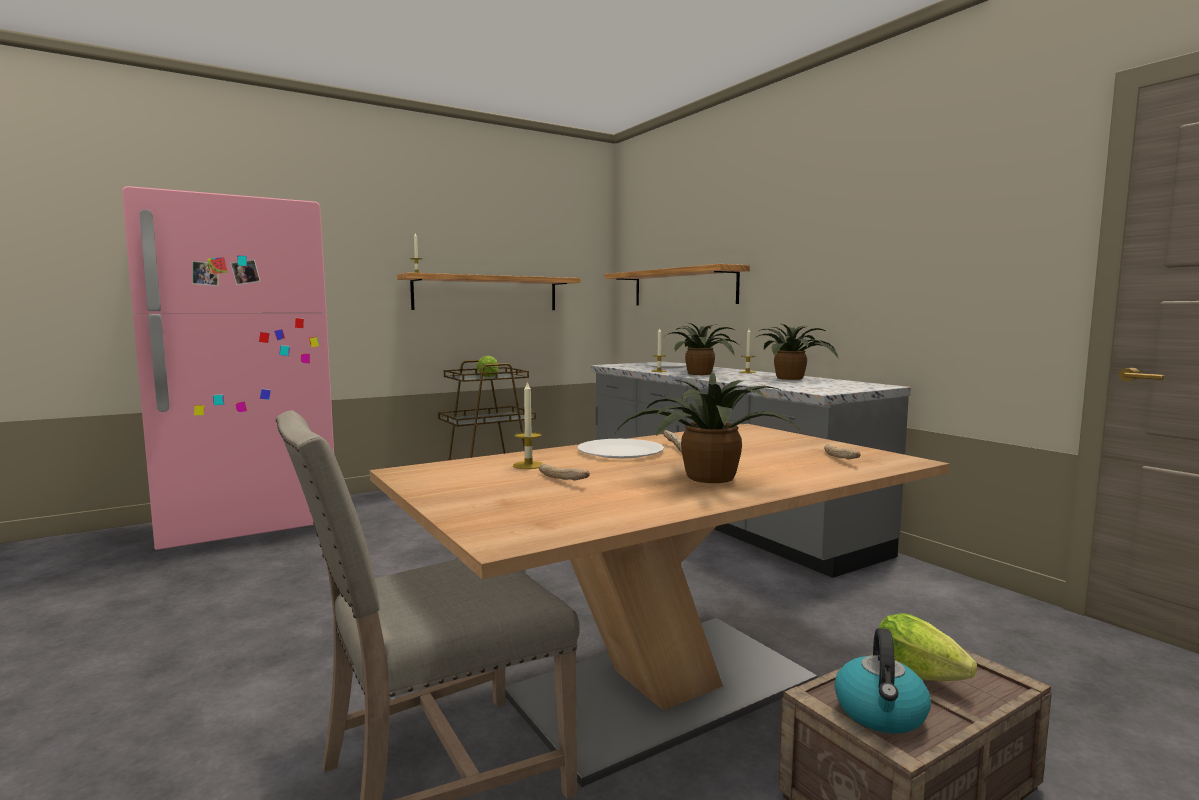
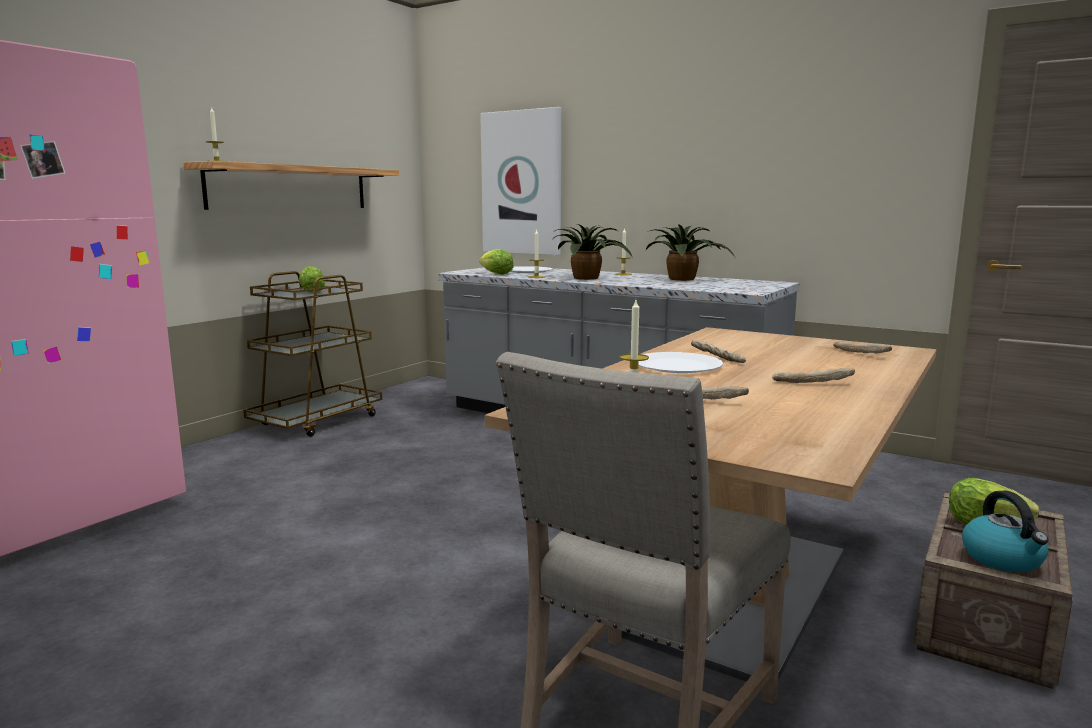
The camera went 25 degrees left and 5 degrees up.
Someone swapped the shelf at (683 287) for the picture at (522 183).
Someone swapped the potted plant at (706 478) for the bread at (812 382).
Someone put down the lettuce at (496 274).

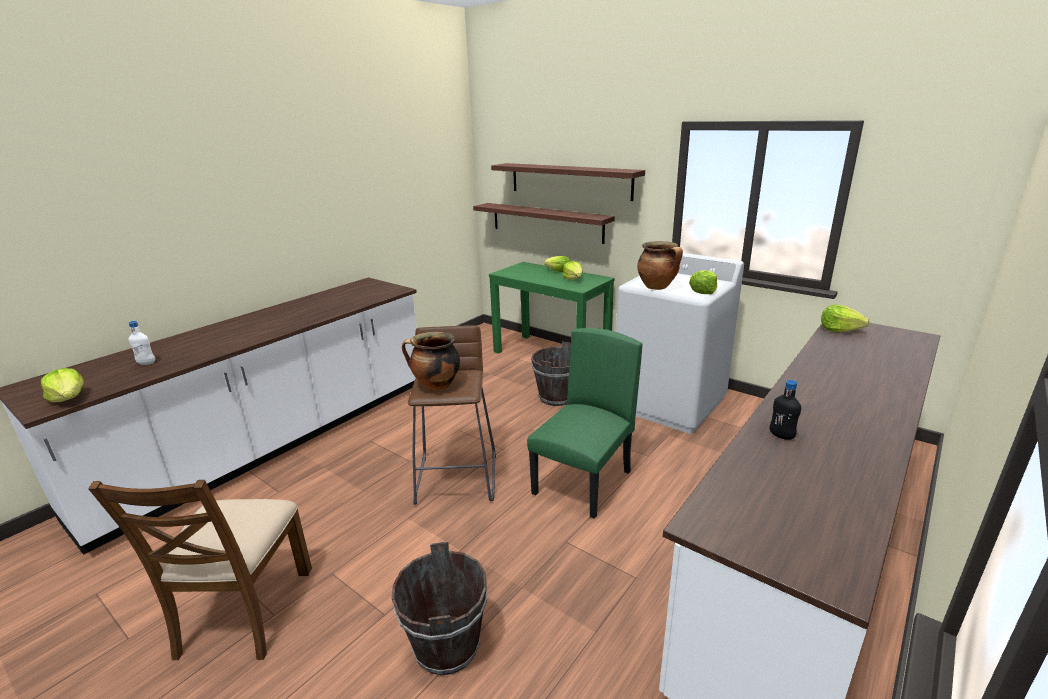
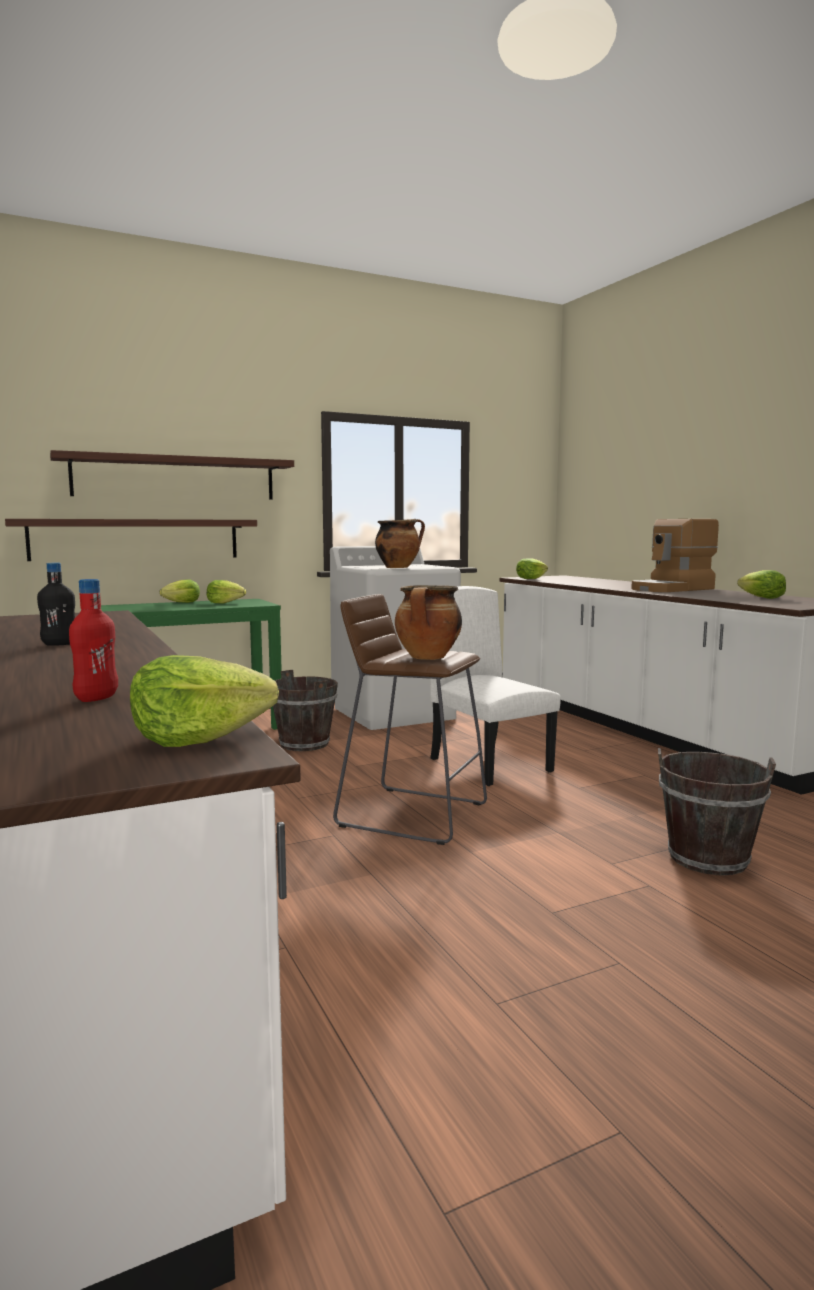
The camera went 65 degrees left and 15 degrees down.
Someone carried the lettuce from (703 291) to (761 598).
Someone repainted the white bottle at (146 363), which became the red bottle at (96 698).
Someone repainted the green chair at (583 483), which became the white chair at (490 765).
Someone carried the black bottle from (781 436) to (59 644).
Someone took away the brown chair at (244 611).
Someone put down the coffee machine at (672 589).

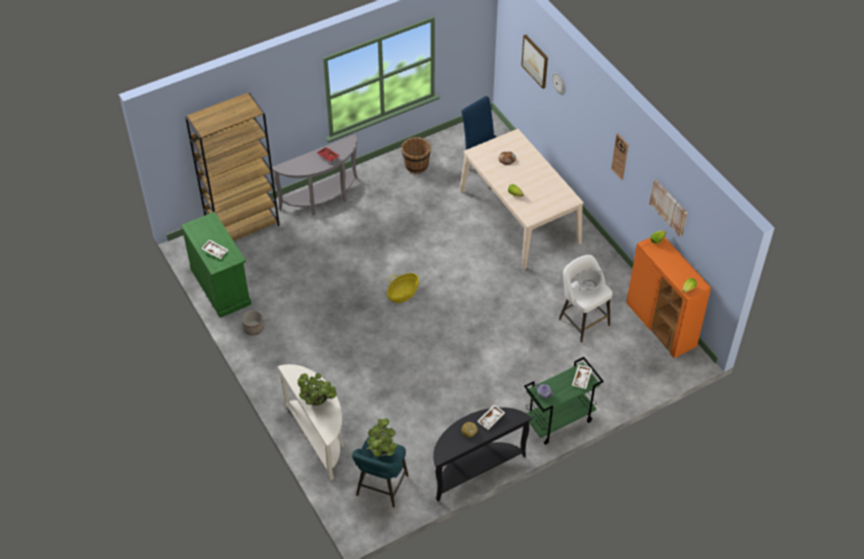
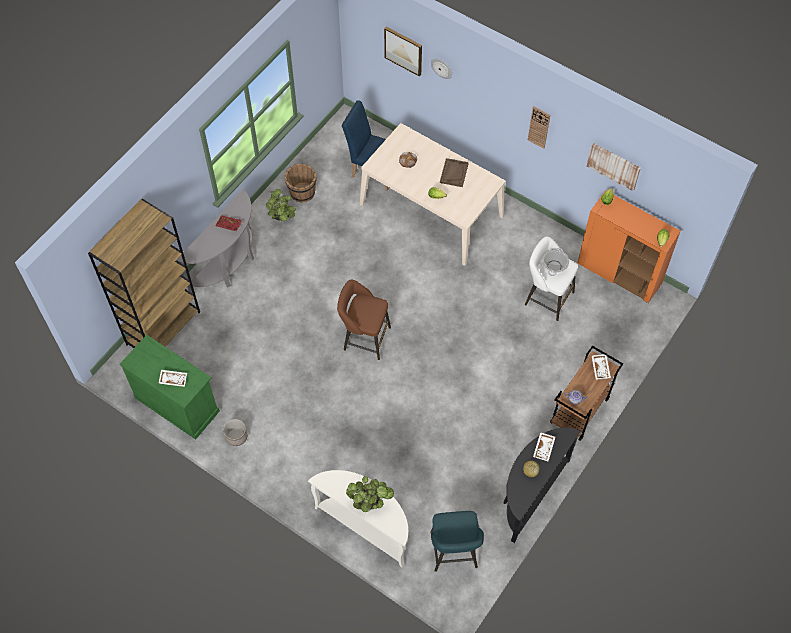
The camera went 25 degrees left and 10 degrees up.
Someone swapped the basket at (403 294) for the brown stool at (364 338).
Someone repainted the green cart at (558 421), which became the brown cart at (579 411).
Someone carried the potted plant from (381 451) to (282 218).
Someone put down the brown tray at (454 173).

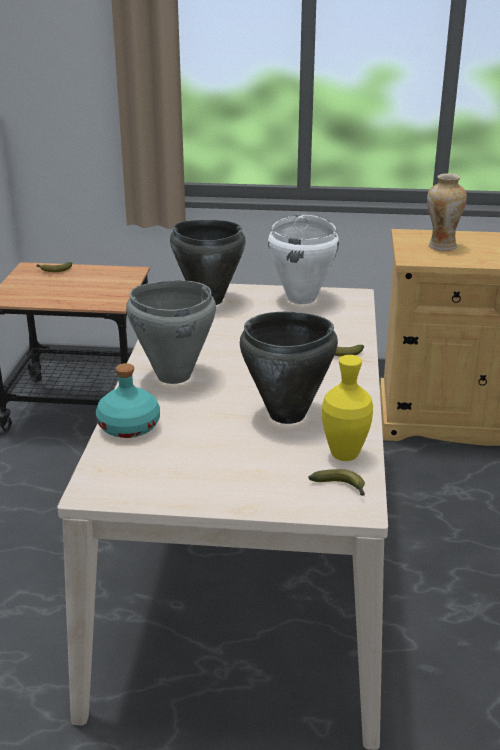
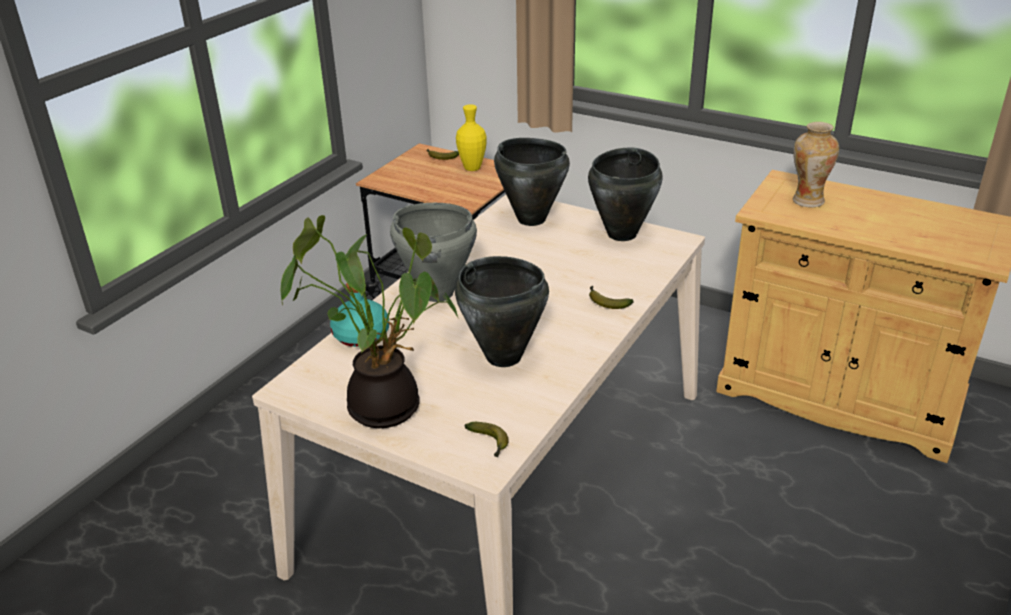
The camera went 25 degrees right and 5 degrees up.
Someone repainted the white cooking pot at (302 298), which became the black cooking pot at (622 234).
Someone carried the yellow vase from (344 454) to (472 168).
Someone put down the potted plant at (385 404).

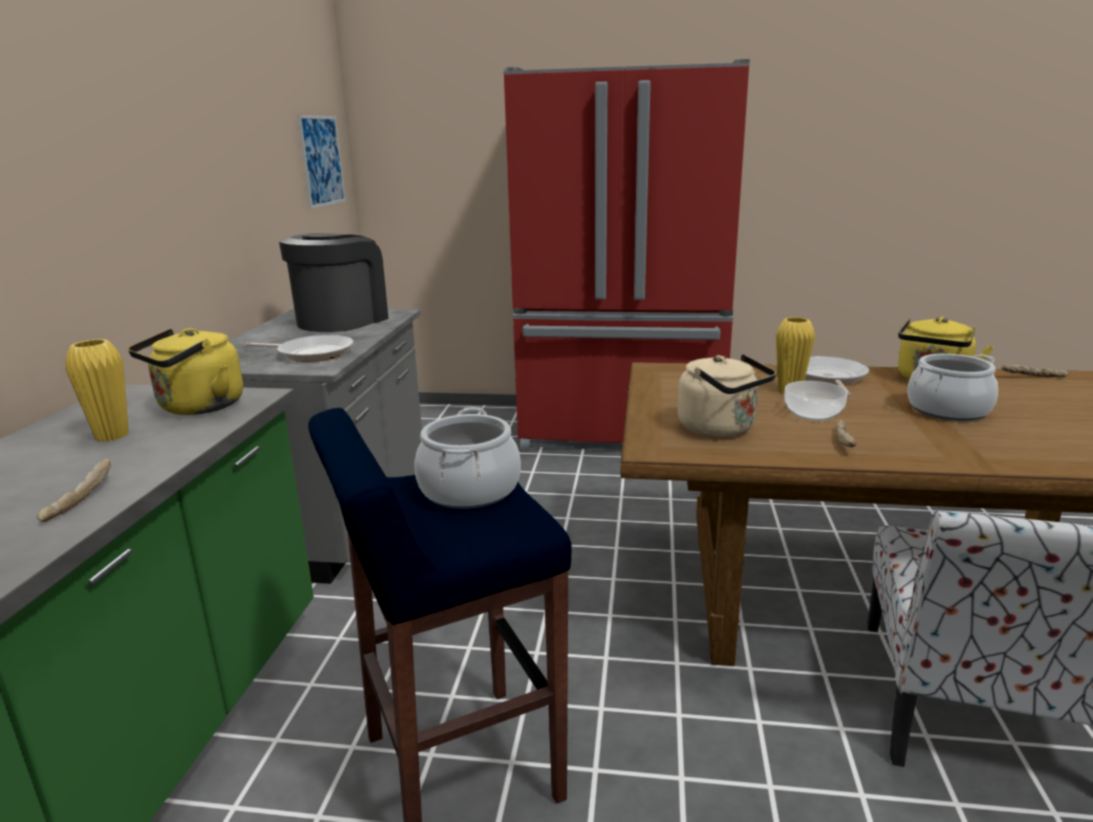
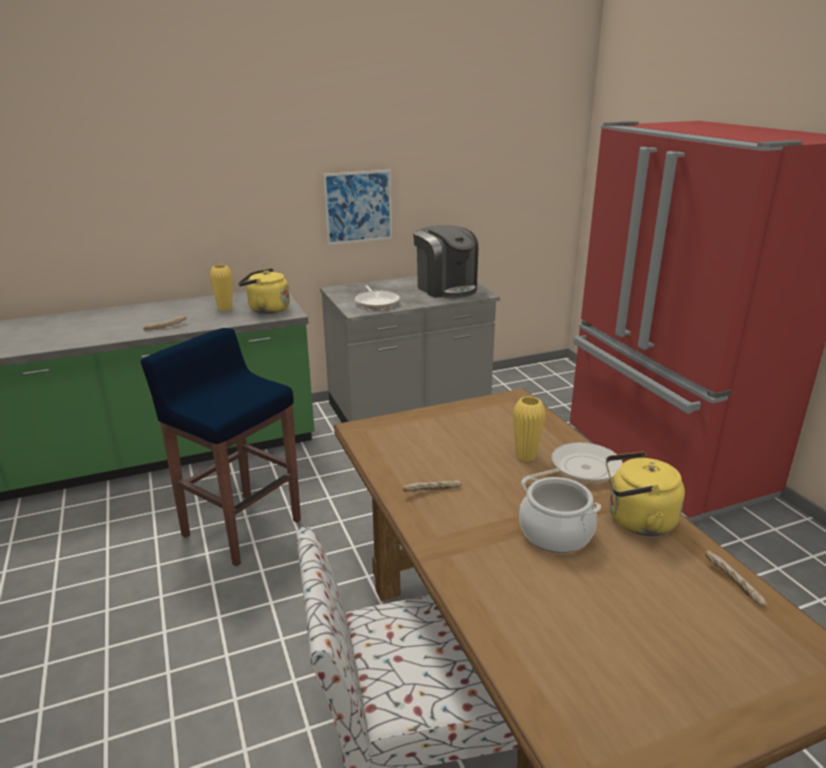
The camera went 60 degrees right and 5 degrees up.
Someone carried the picture from (322 161) to (358 207).
Someone rotated the coffee machine at (342 320) by 60 degrees clockwise.
Someone took away the beige kettle at (721 429).
Someone took away the bowl at (813 413).
Someone took away the cooking pot at (469 490).

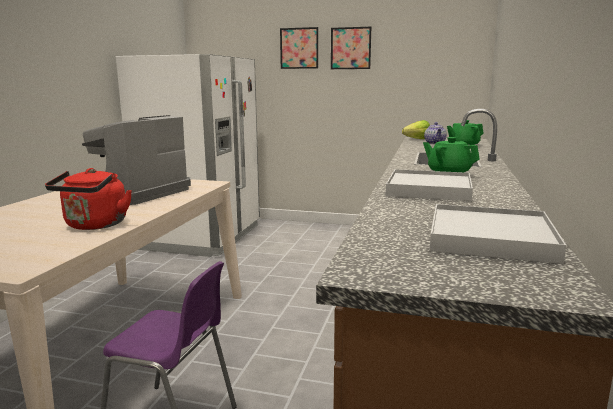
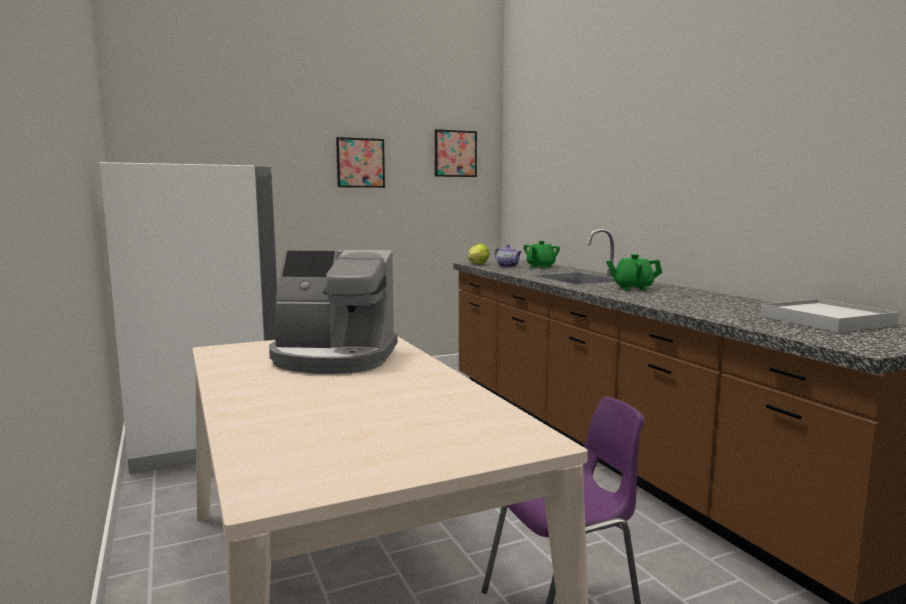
The camera went 40 degrees left and 5 degrees down.
Someone carried the picture from (299 48) to (455 153).
Someone rotated the coffee machine at (137 193) by 75 degrees counterclockwise.
Someone took away the red kettle at (94 226).
Someone took away the white tray at (429 189).

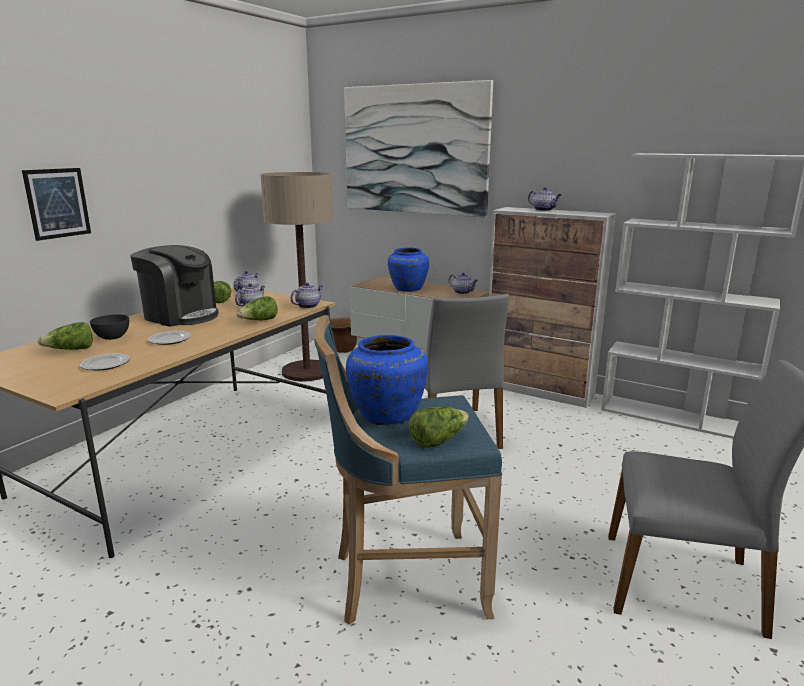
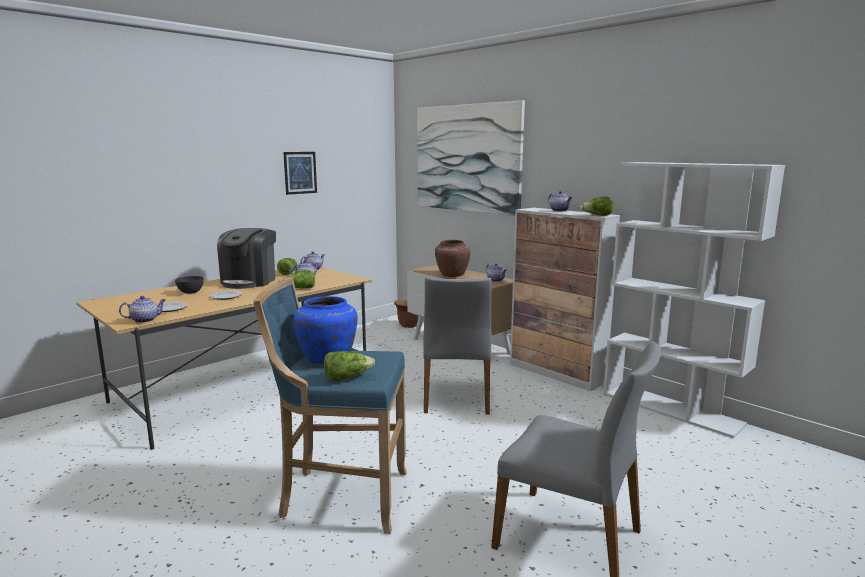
The camera went 15 degrees right and 5 degrees down.
Someone carried the picture from (57 203) to (300 172).
Someone took away the floor lamp at (307 371).
Someone rotated the coffee machine at (180 316) by 60 degrees clockwise.
Someone repainted the blue vase at (407 289), which became the brown vase at (451 275).
Someone carried the teapot from (308 306) to (145 320).
Someone carried the lettuce from (71 350) to (597 215).

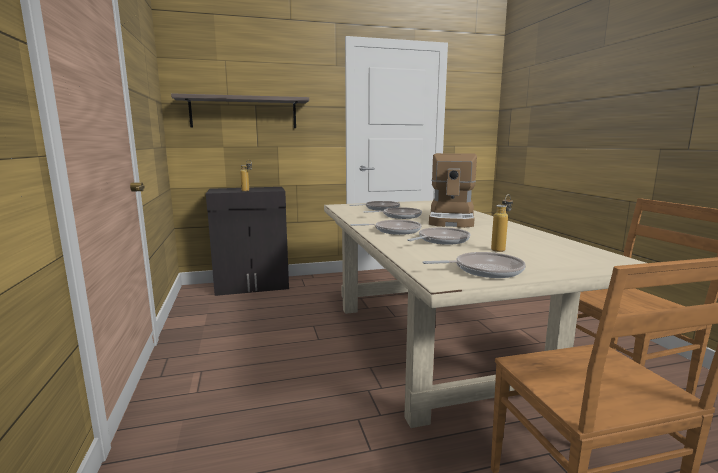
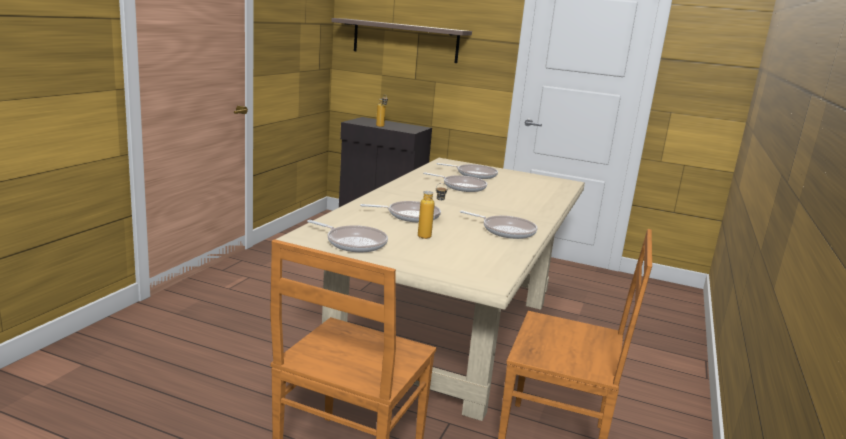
The camera went 35 degrees right and 5 degrees up.
Someone took away the coffee machine at (452 219).
Someone carried the frying pan from (394 231) to (505 230).

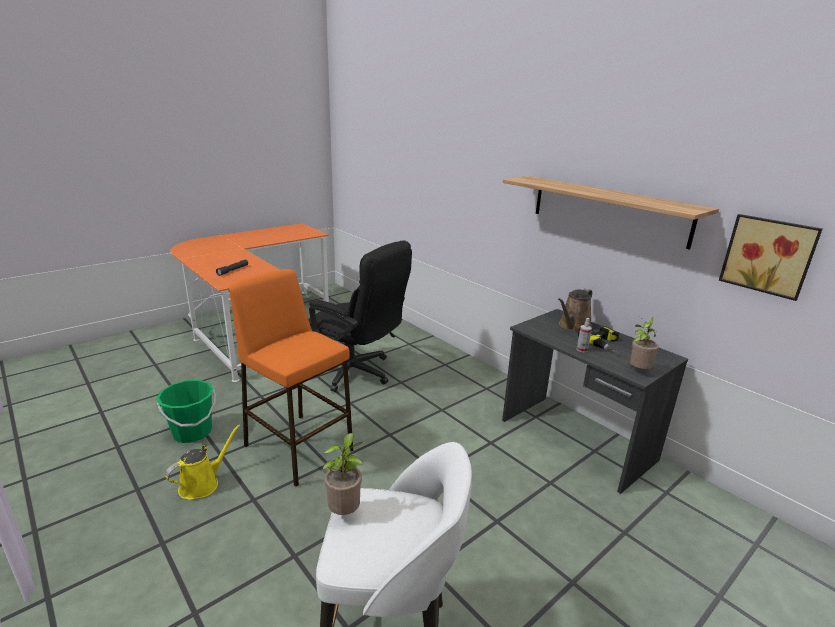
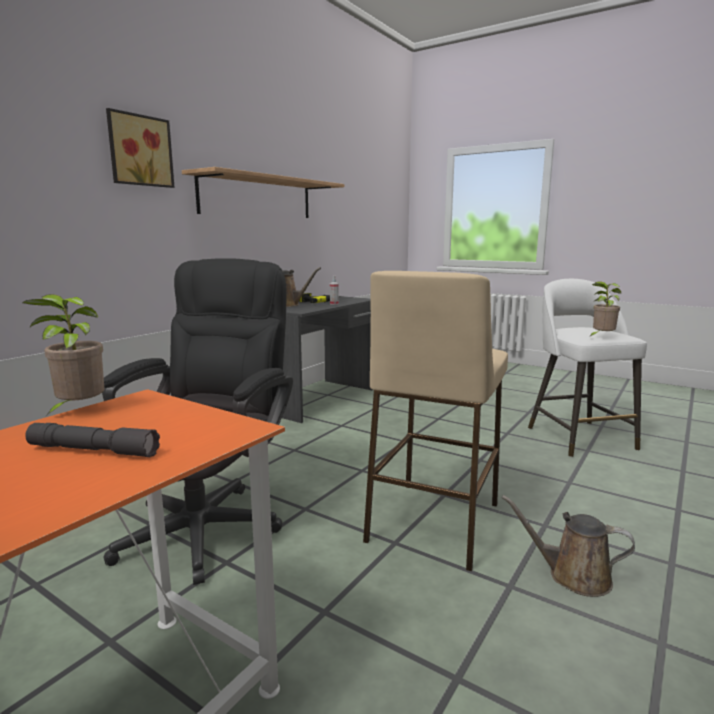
The camera went 105 degrees left and 10 degrees down.
Someone carried the picture from (768 255) to (139 151).
Someone repainted the orange stool at (298 447), which became the beige stool at (433 522).
Someone carried the potted plant from (638 371) to (78 411).
Someone took away the green bucket at (192 432).
Someone repainted the yellow watering can at (202 484), which became the brown watering can at (573 576).

